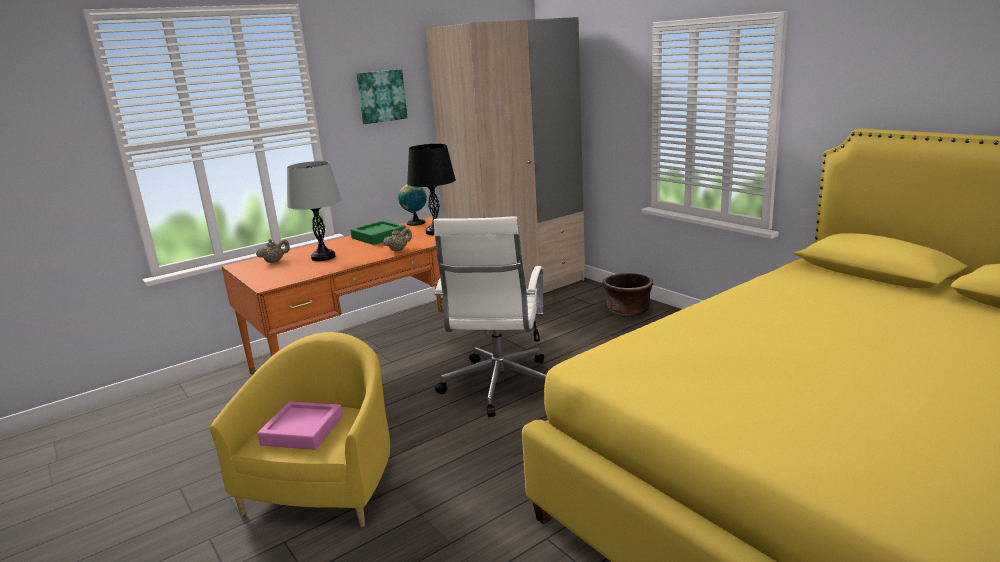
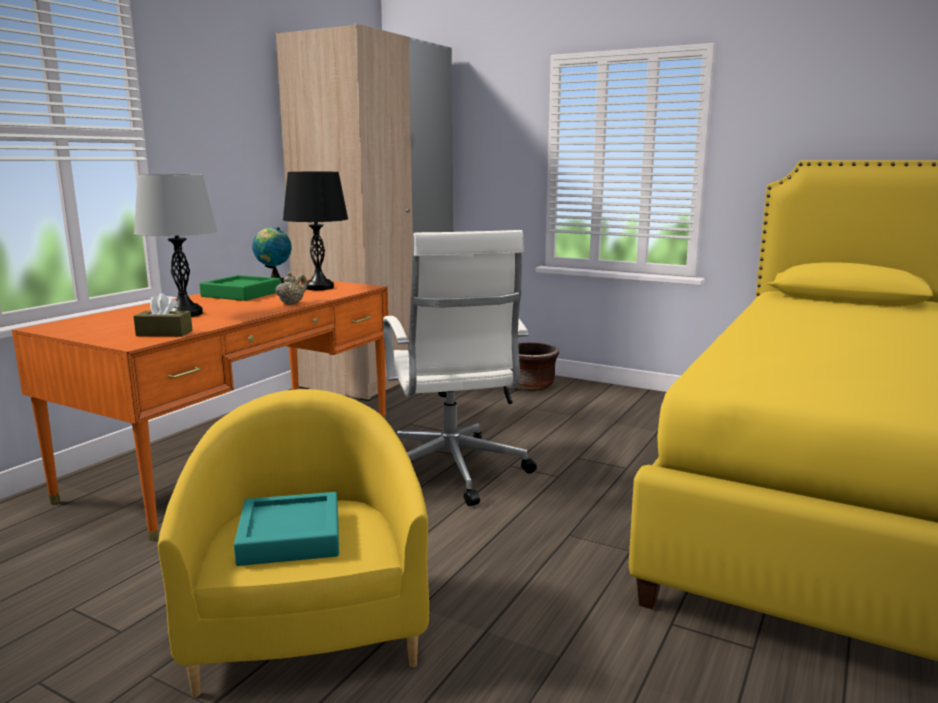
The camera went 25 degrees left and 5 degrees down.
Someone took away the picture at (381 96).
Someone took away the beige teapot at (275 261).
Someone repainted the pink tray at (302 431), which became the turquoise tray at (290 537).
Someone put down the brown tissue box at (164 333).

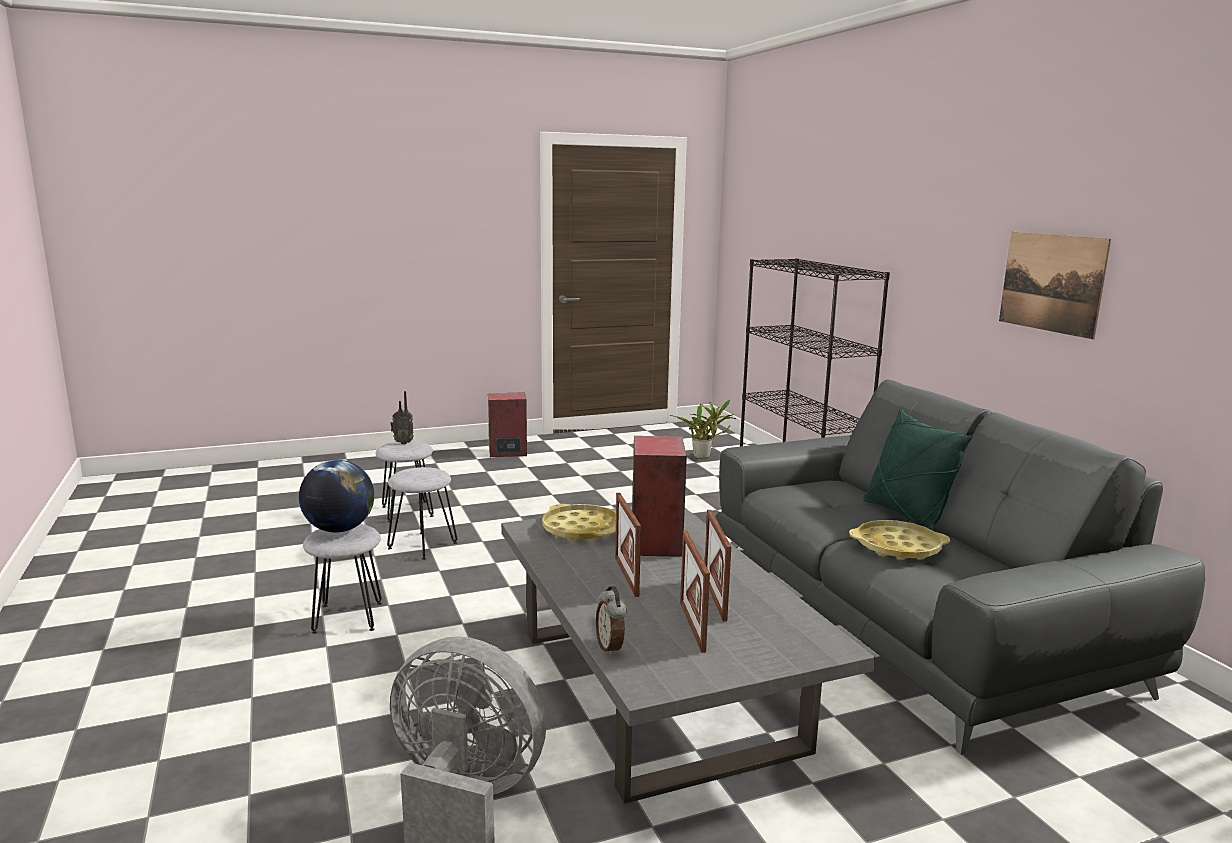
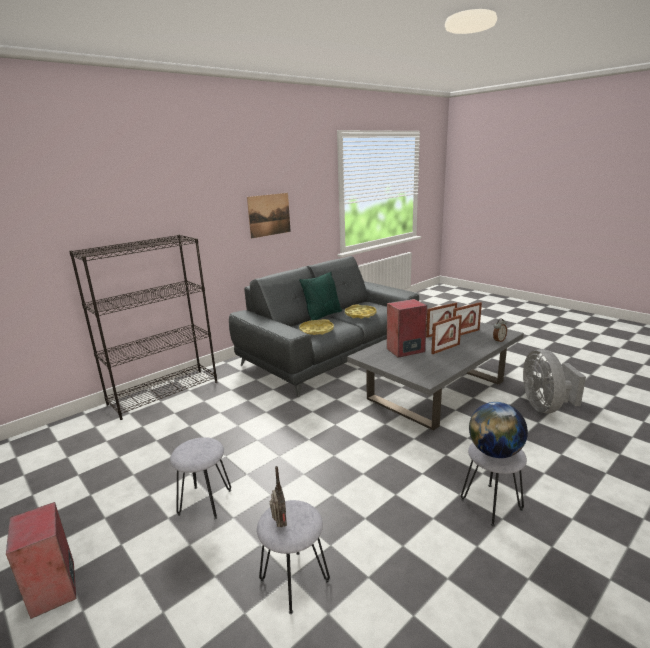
The camera went 110 degrees left and 5 degrees up.
Someone took away the potted plant at (704 457).
Someone carried the grey stool from (423 545) to (204 502).
Someone carried the yellow tray from (581 529) to (316 330).

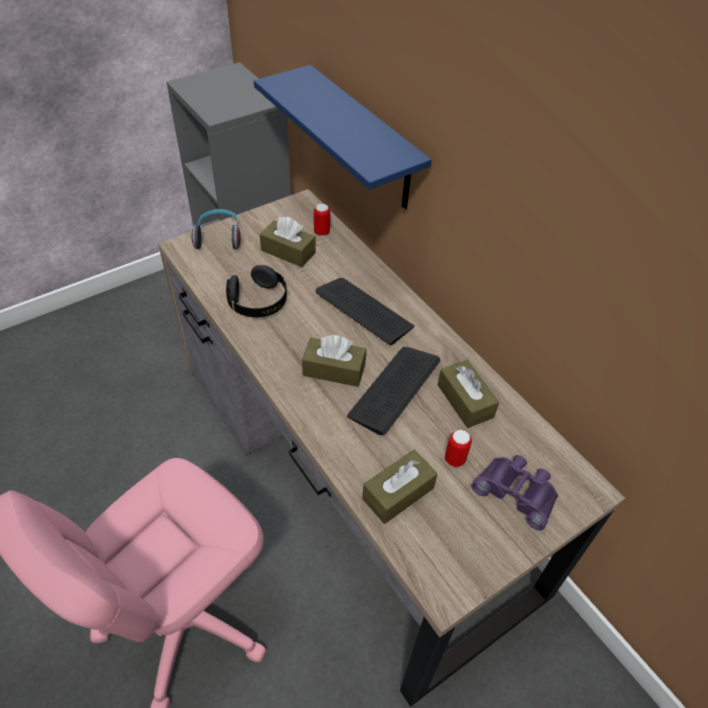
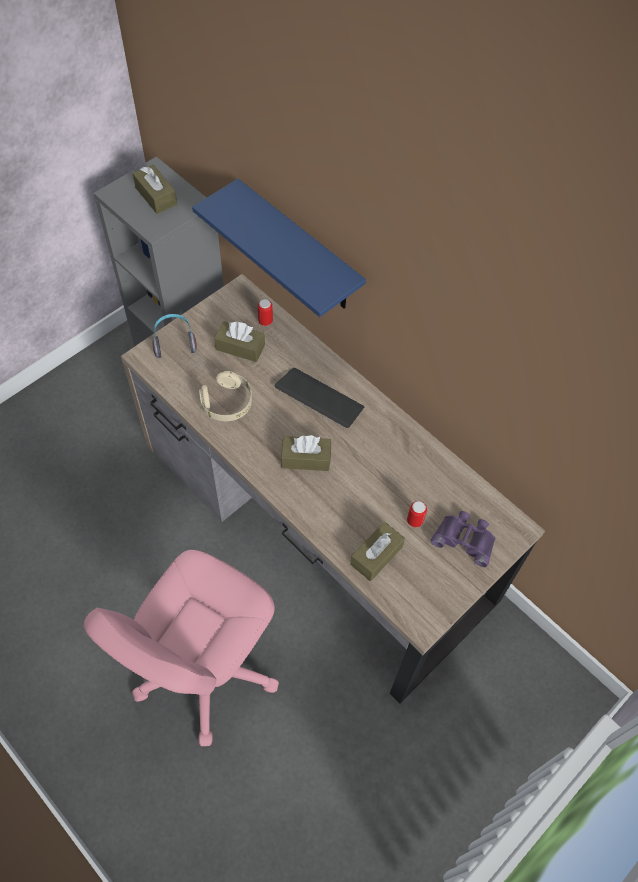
The camera went 10 degrees left and 10 degrees up.
Someone repainted the black headphones at (258 302), which became the beige headphones at (227 404).
Someone took away the keyboard at (394 390).
Someone carried the brown tissue box from (465 401) to (156 196).

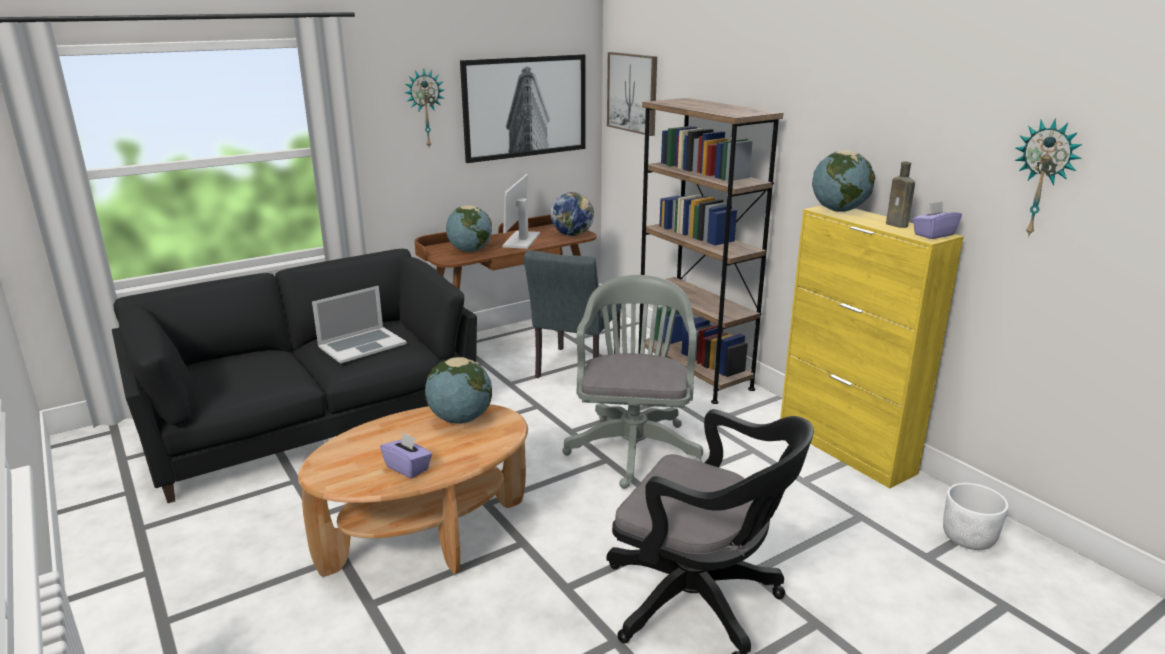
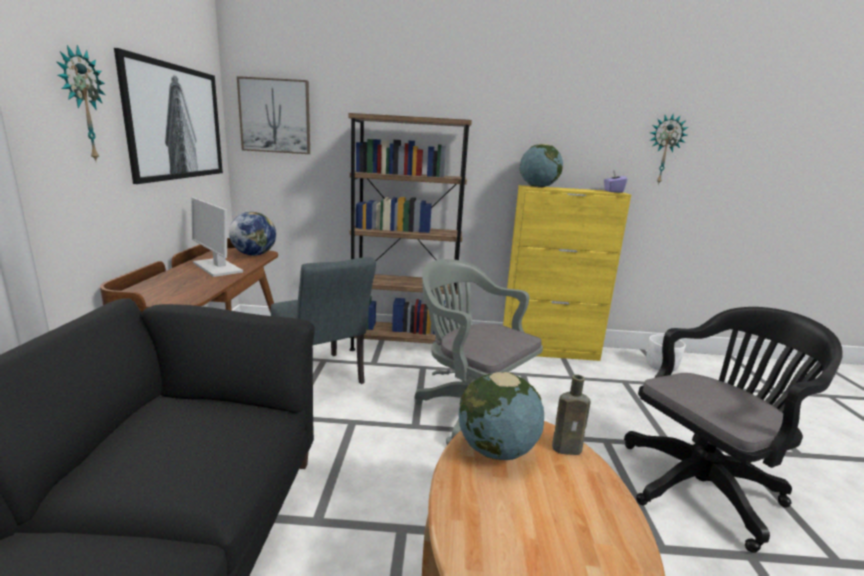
The camera went 55 degrees left and 5 degrees down.
Someone carried the brown bottle from (898 225) to (568 449).
Someone took away the globe at (470 250).
Someone took away the laptop at (362 345).
Someone took away the purple tissue box at (408 468).

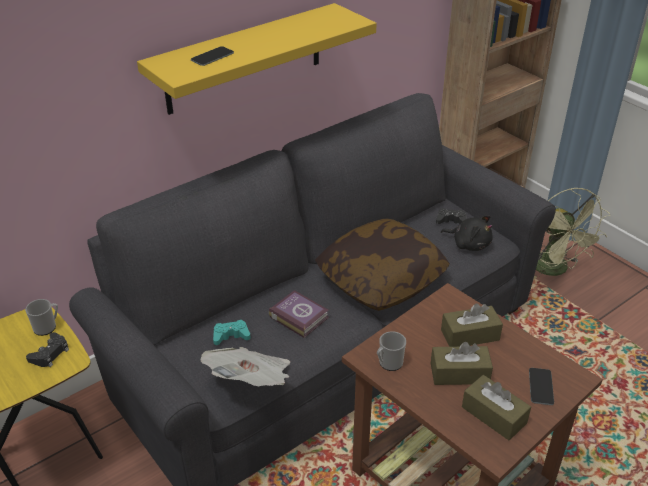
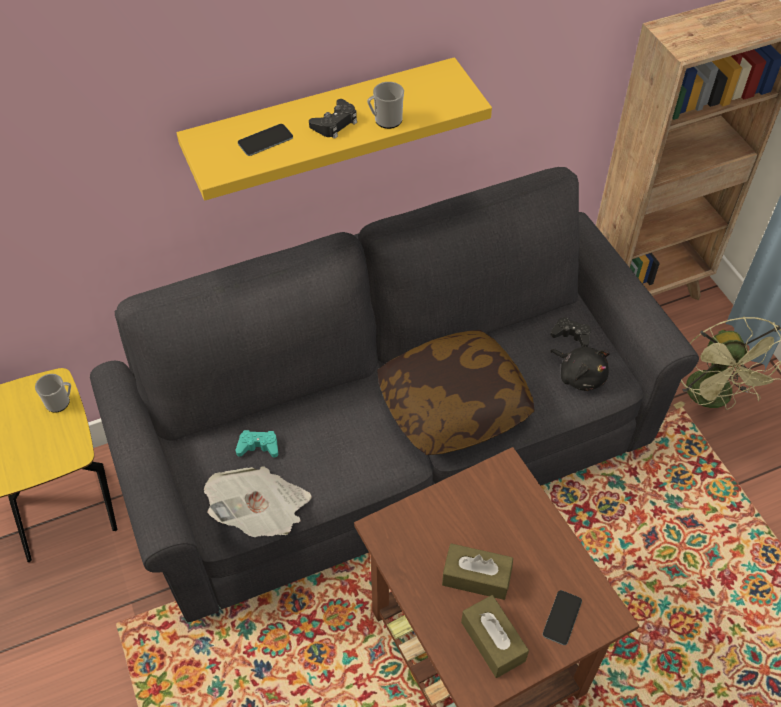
The camera went 15 degrees right and 15 degrees up.
Someone took away the book at (298 316).
Someone took away the brown tissue box at (470 335).
Someone carried the mug from (388 363) to (385 120).
Someone carried the black game controller from (50 354) to (335 123).

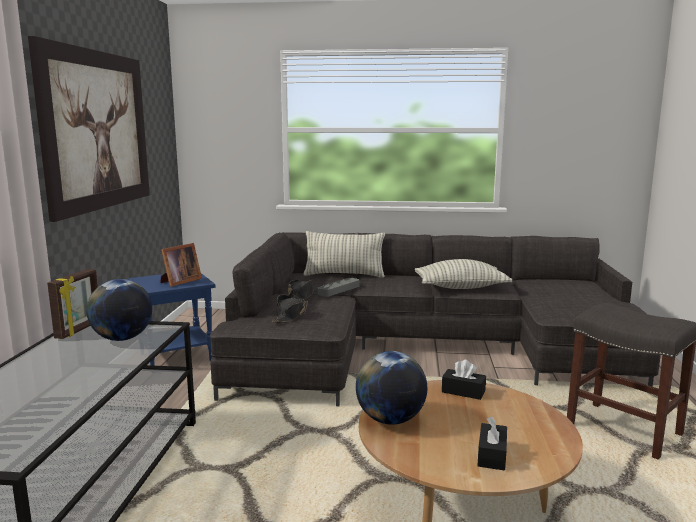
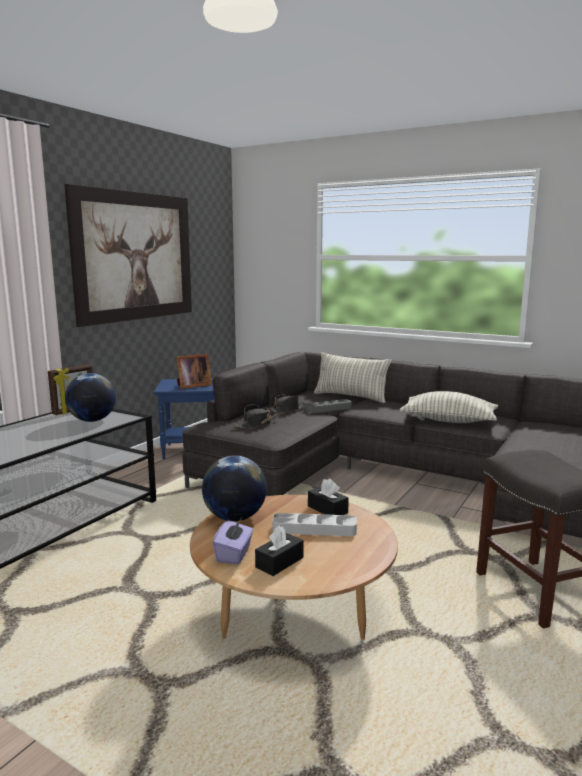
The camera went 25 degrees right and 0 degrees up.
Someone put down the grey tray at (314 529).
Someone put down the purple tissue box at (234 554).

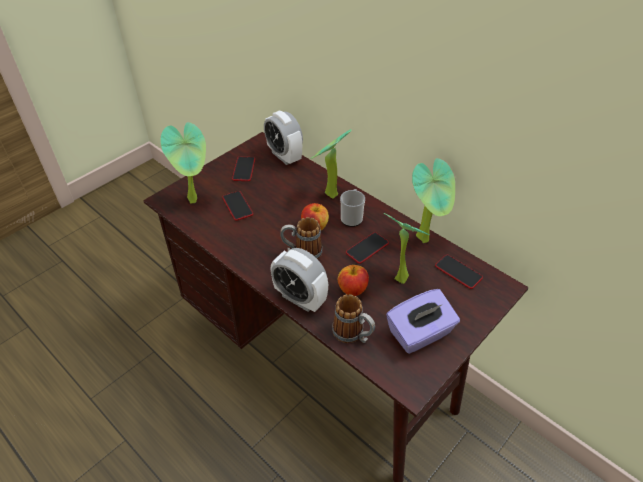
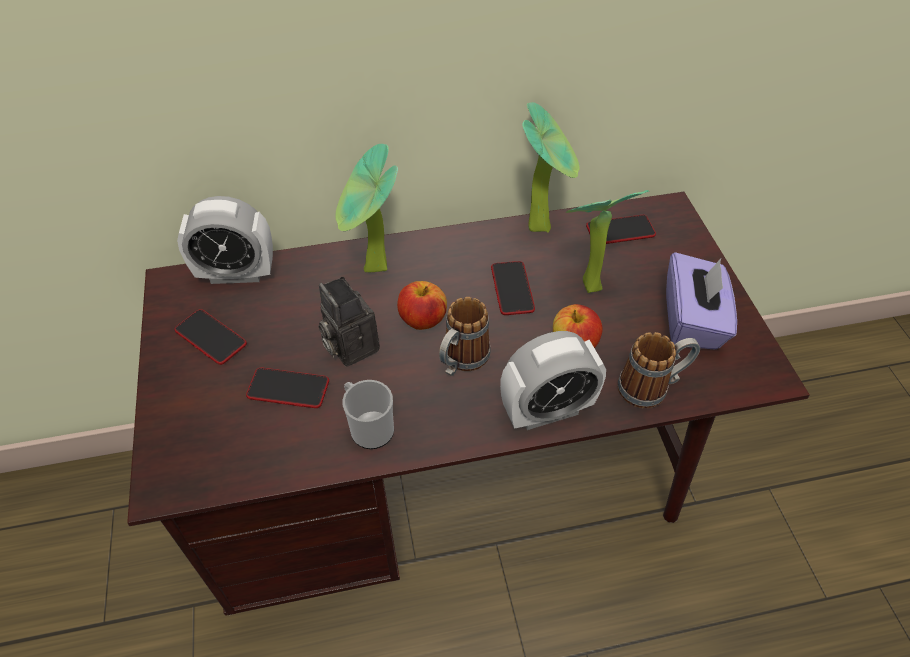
The camera went 55 degrees left and 5 degrees up.
Someone took away the potted plant at (195 199).
Someone carried the mug from (352 217) to (369 427).
Someone put down the photo camera at (349 345).

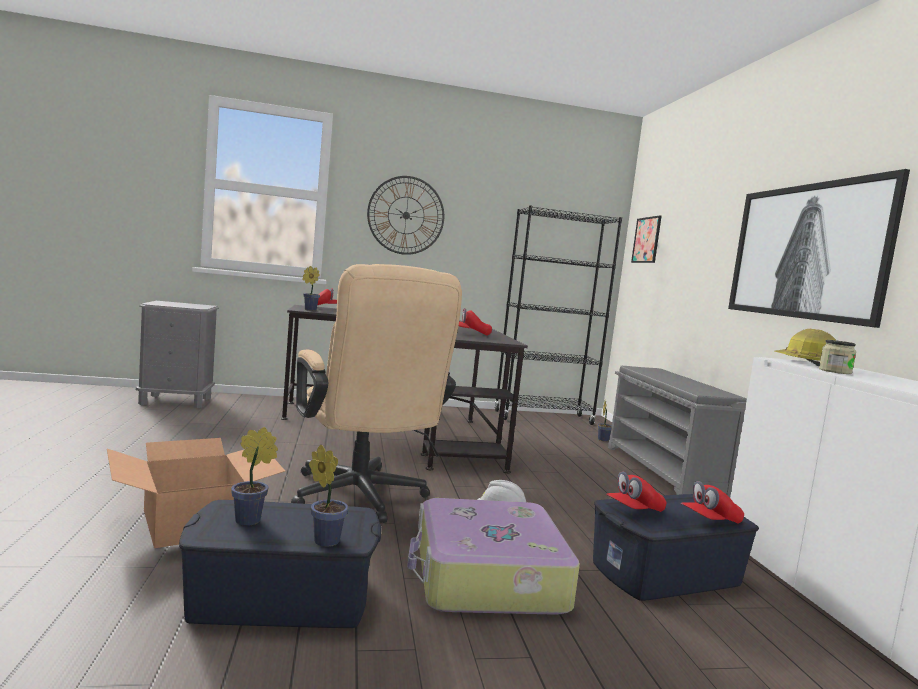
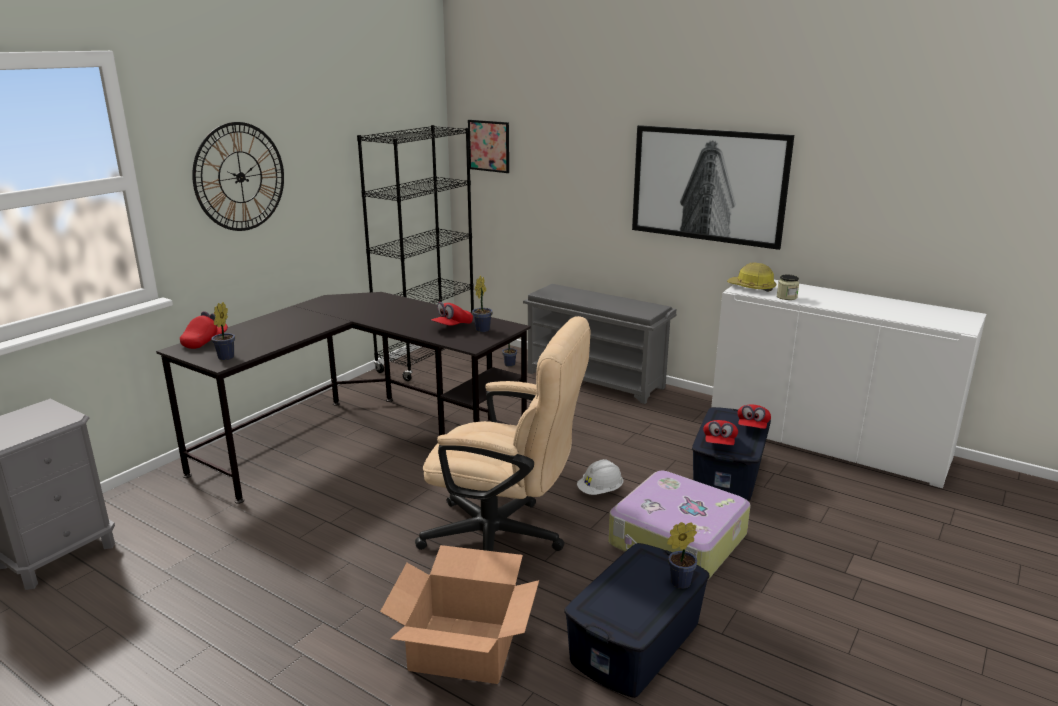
The camera went 45 degrees left and 15 degrees up.
Someone carried the potted plant from (251 520) to (483 329).

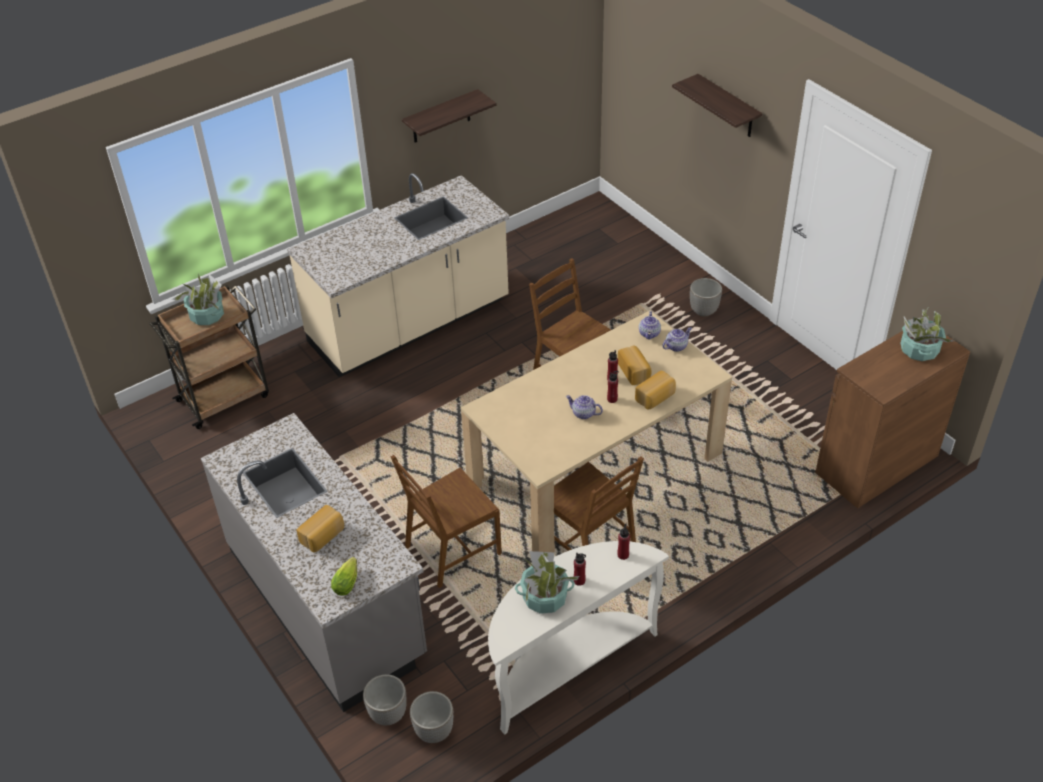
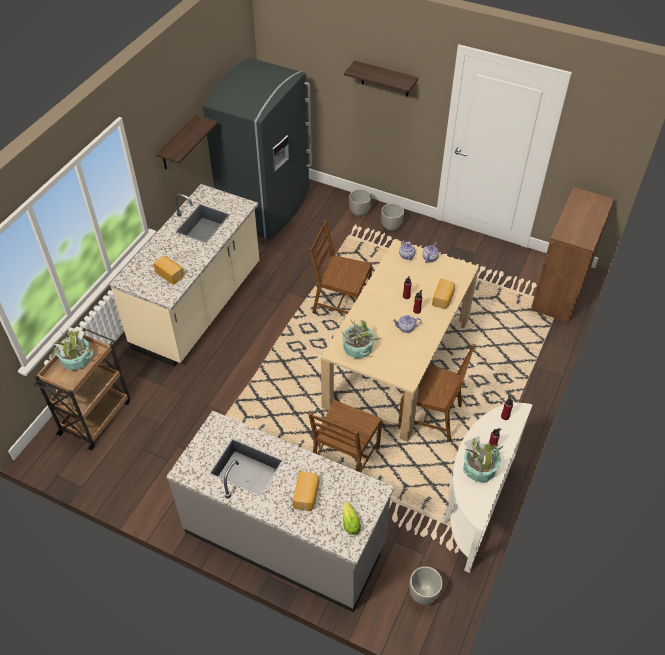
The camera went 30 degrees left and 5 degrees up.
Someone carried the potted plant from (919 350) to (357 348).
Someone carried the bread from (634 371) to (170 274).
Someone carried the planter from (388 714) to (360 212).
Someone put down the grey fridge at (267 207).

